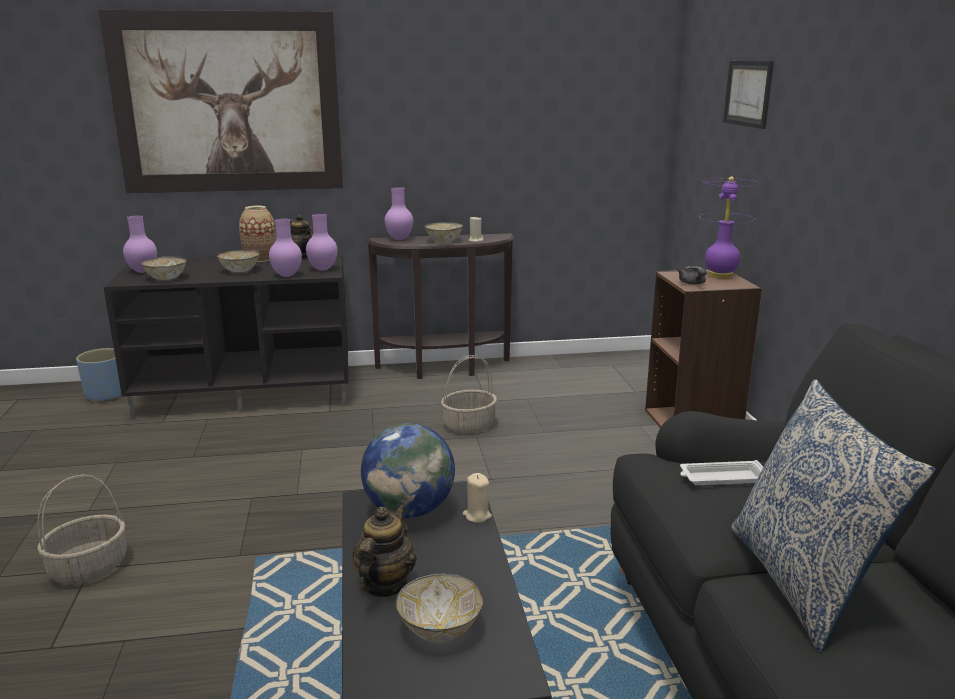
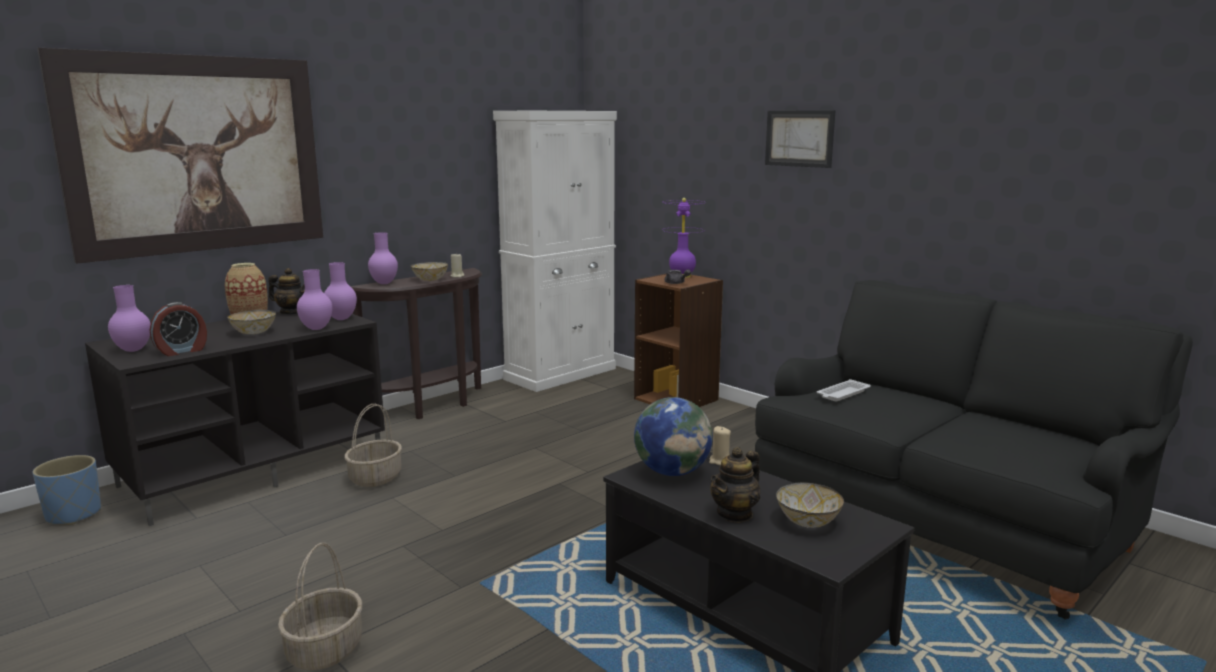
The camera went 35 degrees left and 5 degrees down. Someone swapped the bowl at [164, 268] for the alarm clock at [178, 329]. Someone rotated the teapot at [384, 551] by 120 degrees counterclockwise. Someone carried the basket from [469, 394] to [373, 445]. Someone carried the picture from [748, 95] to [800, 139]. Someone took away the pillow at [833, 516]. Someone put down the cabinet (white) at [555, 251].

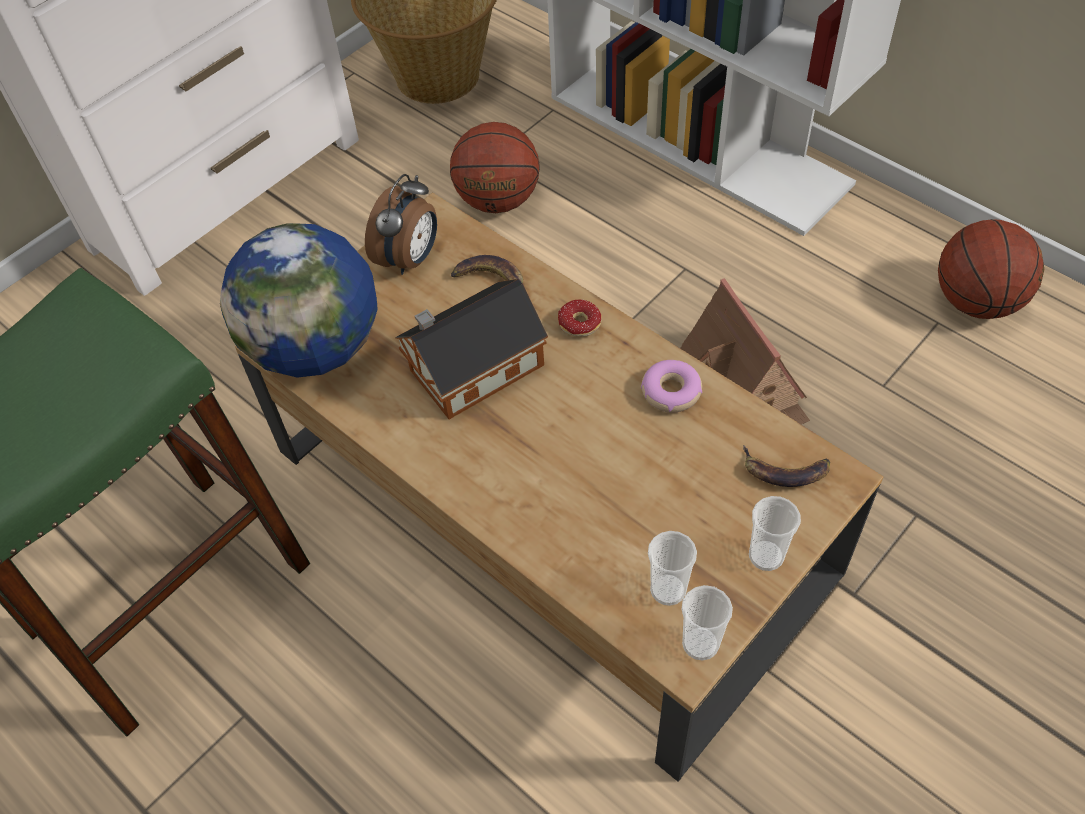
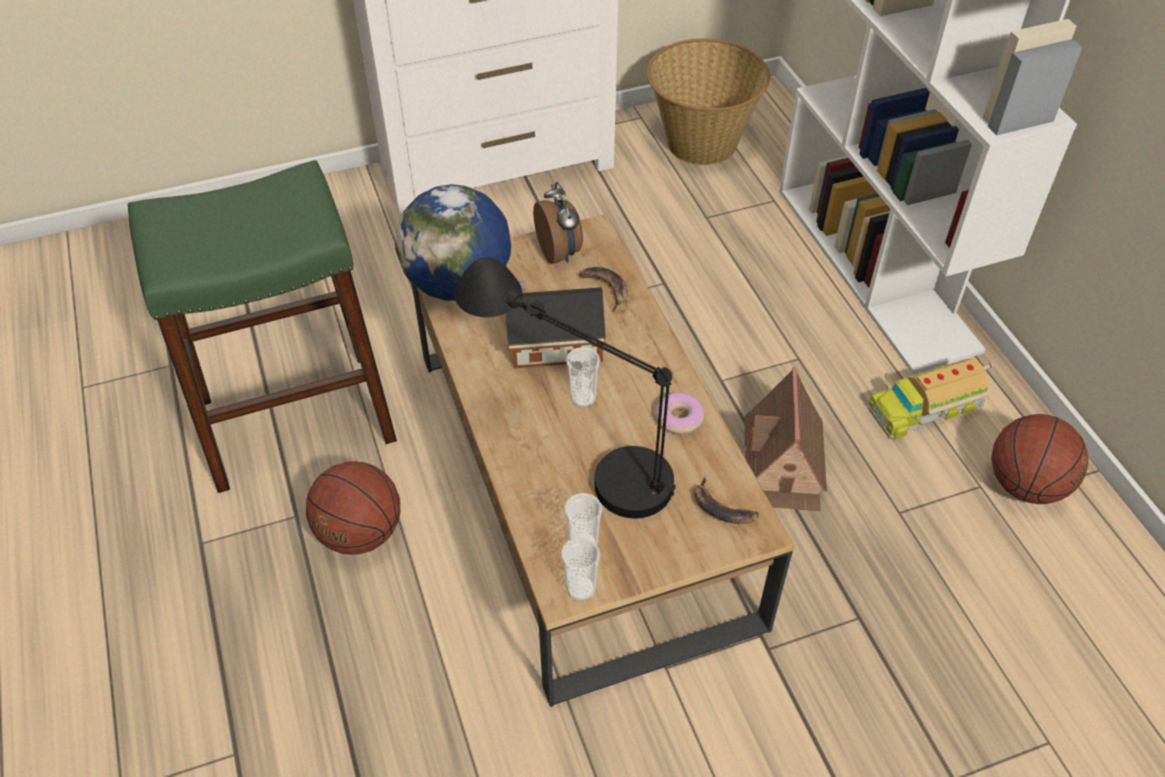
The camera went 25 degrees right and 5 degrees down. Someone rotated the alarm clock at [401, 224] by 75 degrees counterclockwise. Someone carried the basketball from [495, 167] to [353, 508]. Someone took away the donut at [580, 318]. Someone carried the cup from [775, 533] to [583, 377]. Someone put down the table lamp (black) at [565, 387]. Someone put down the toy truck at [931, 399].

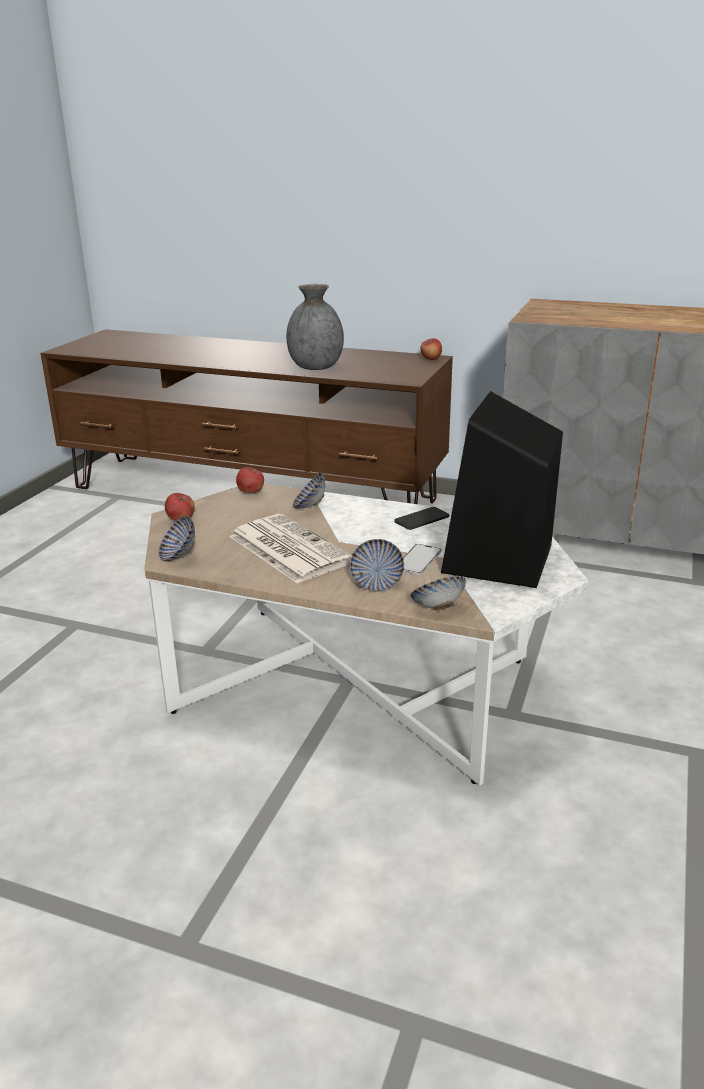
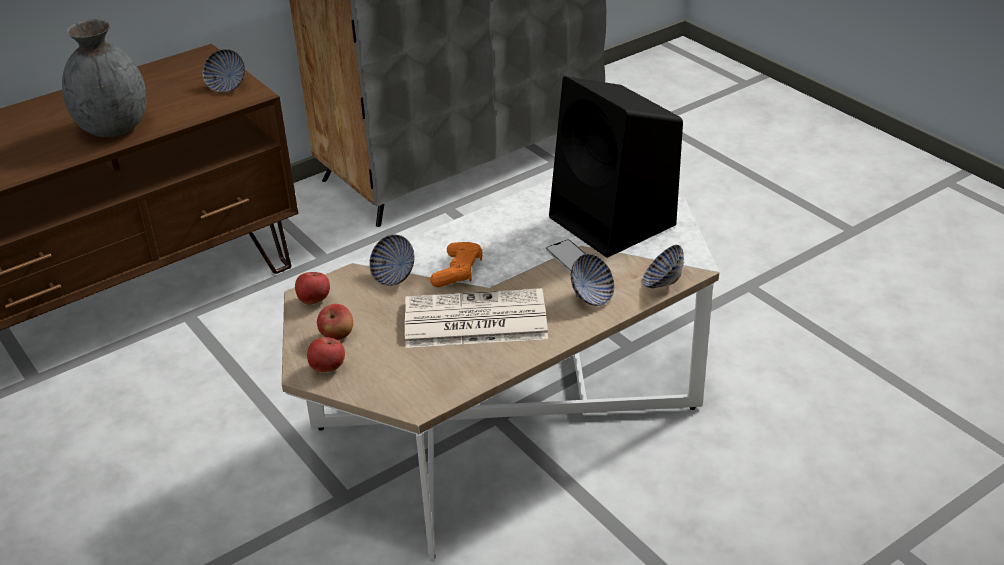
The camera went 55 degrees left and 10 degrees up. Someone carried the bowl from [177, 538] to [223, 71]. Someone took away the phone at [421, 518]. Someone carried the apple from [431, 349] to [335, 322]. Someone put down the game controller (orange) at [456, 264].

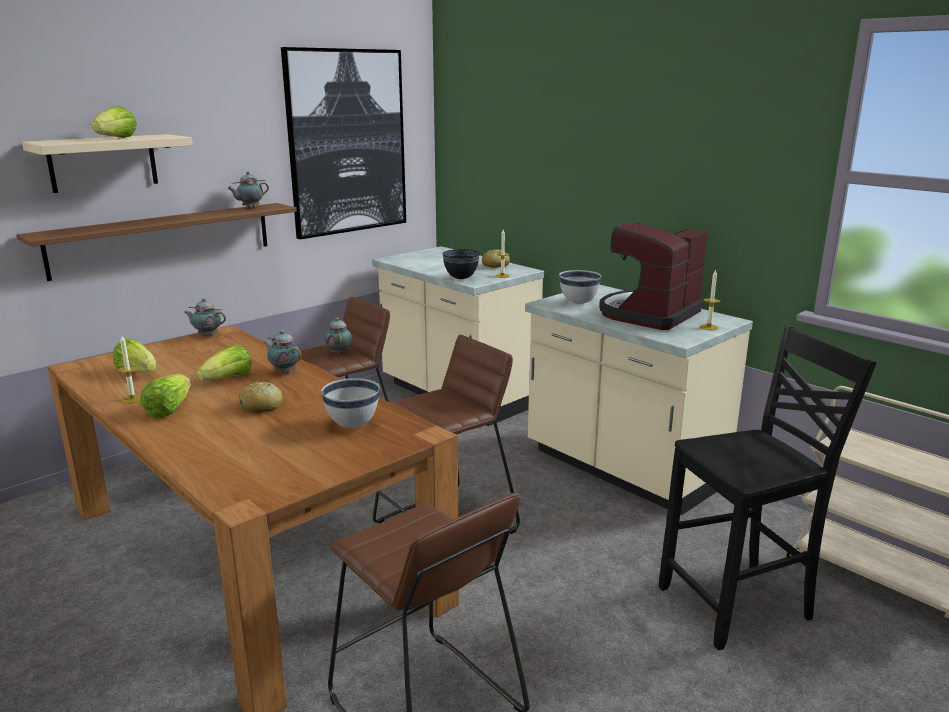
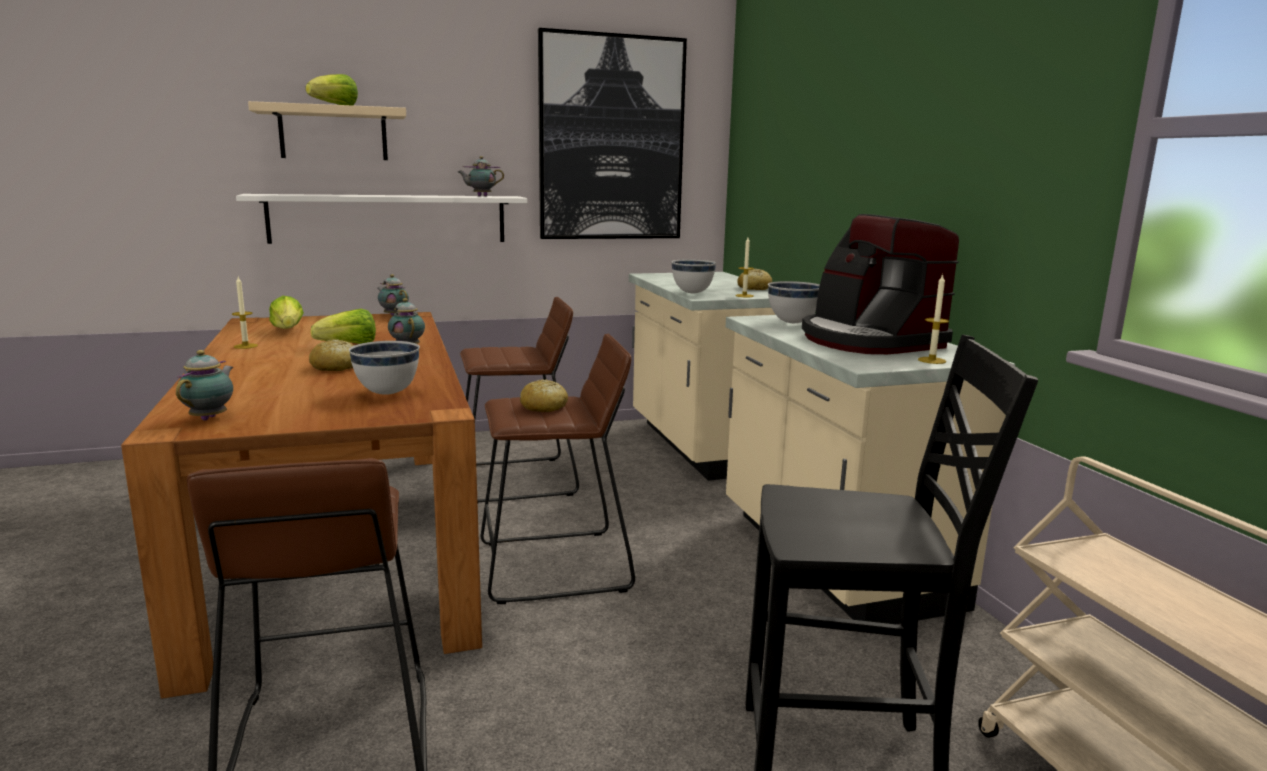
The camera went 25 degrees right and 5 degrees down. Someone repainted the shelf (brown) at [157, 242], which became the shelf (white) at [381, 219]. Someone took away the lettuce at [165, 396]. Someone carried the teapot from [338, 336] to [204, 385]. Someone repainted the bowl (black) at [461, 264], which became the bowl (white) at [693, 276]. Someone rotated the coffee machine at [653, 276] by 90 degrees counterclockwise. Someone put down the bread at [544, 395].

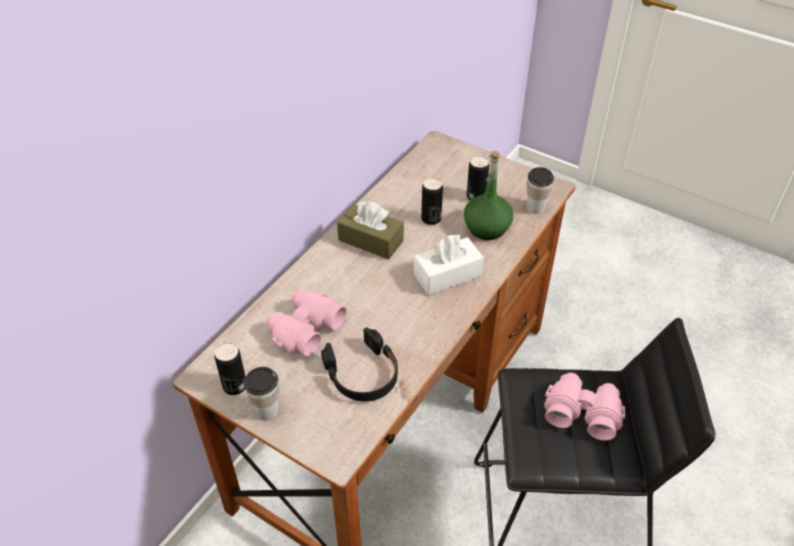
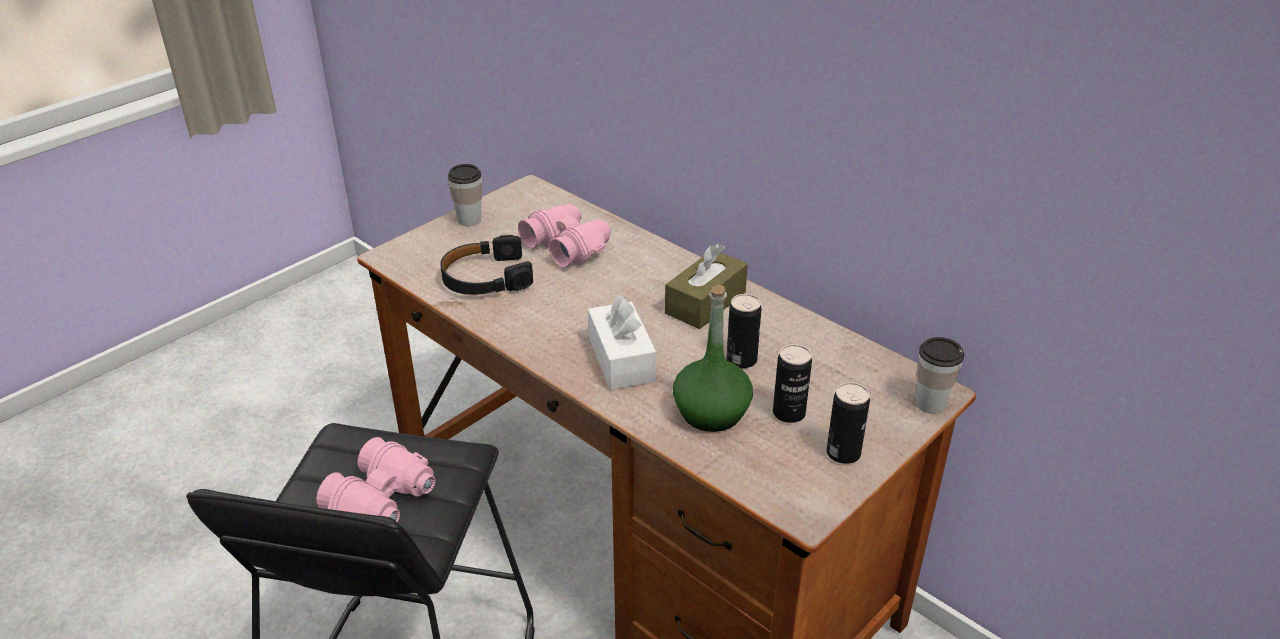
The camera went 100 degrees right and 10 degrees down. Someone carried the can from [230, 368] to [848, 423]. Someone carried the cup from [540, 190] to [939, 375].

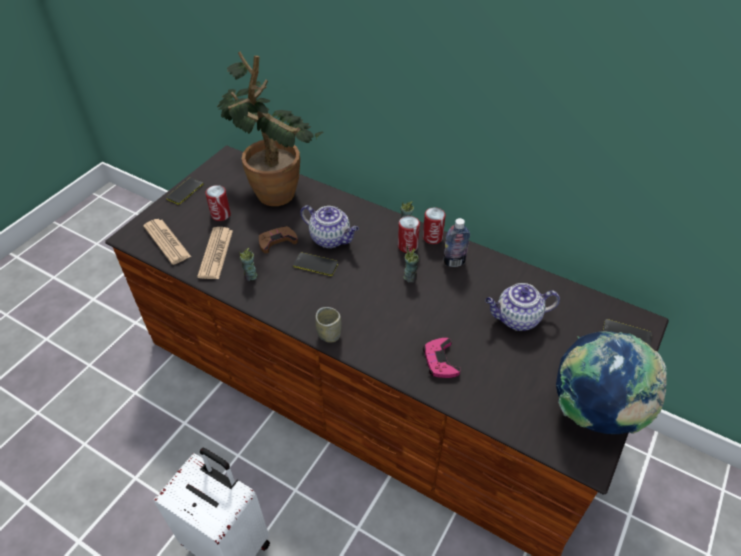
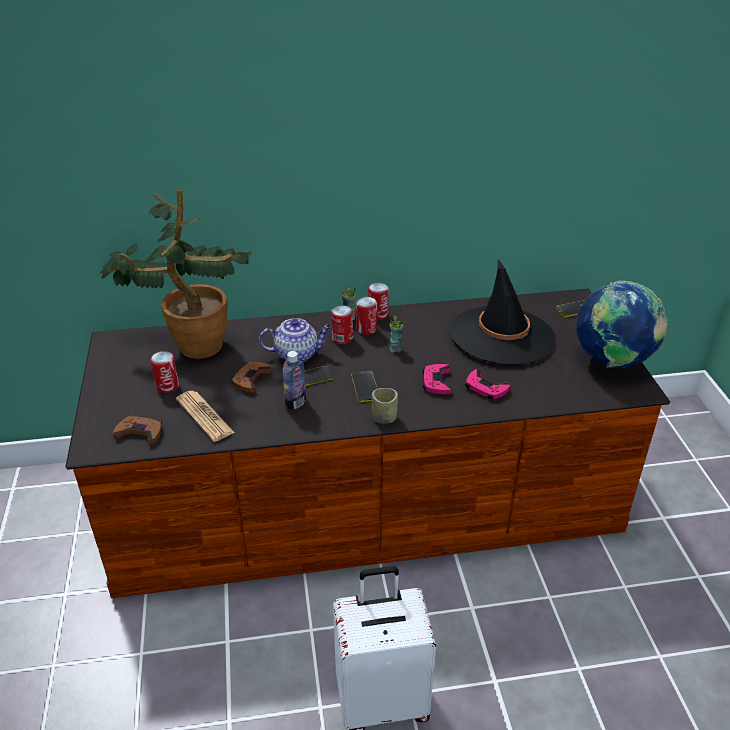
The camera went 40 degrees left and 10 degrees down. Someone swapped the newspaper at [167, 242] for the game controller (brown) at [137, 430]. Someone carried the phone from [184, 191] to [364, 386]. Someone took away the cup at [248, 264]. Someone carried the bottle from [456, 242] to [294, 380]. Someone swapped the teapot at [522, 307] for the hat (black) at [503, 312]. Someone put down the can at [342, 324]. Someone put down the game controller (pink) at [437, 379].

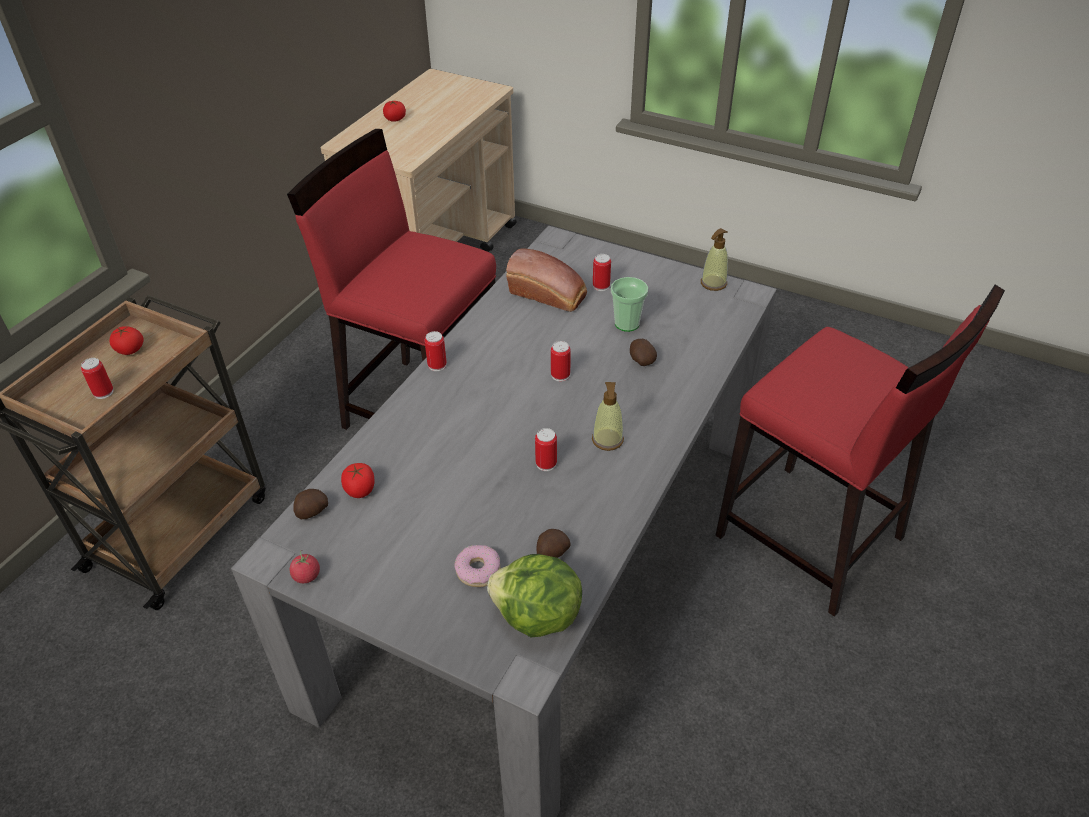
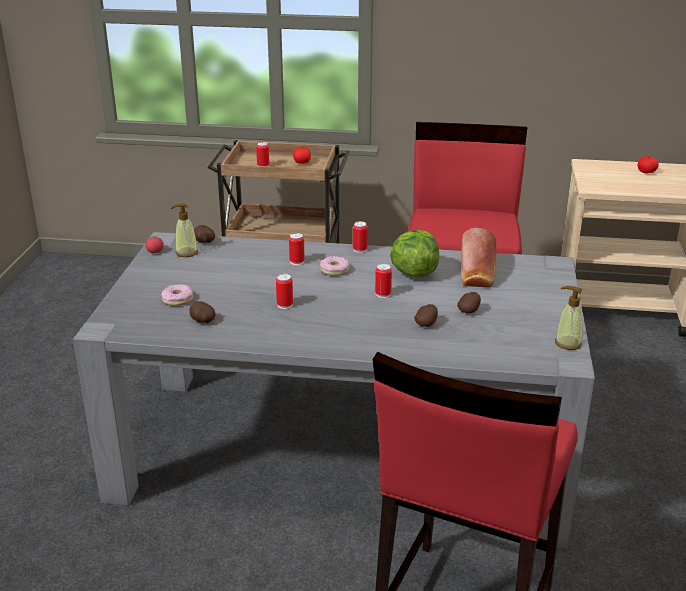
The camera went 70 degrees right and 15 degrees down. Someone took away the tomato at [357, 480]. Someone carried the lettuce from [534, 595] to [414, 253]. Someone carried the soap dispenser from [608, 416] to [184, 230]. Someone carried the can from [602, 272] to [297, 249]. Someone swapped the cup at [629, 304] for the potato at [469, 303]. Someone put down the donut at [335, 266].

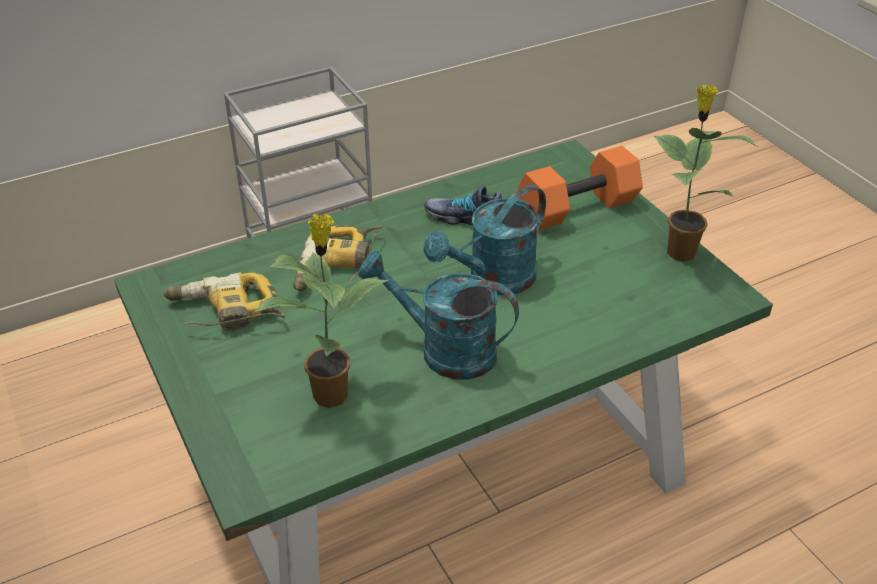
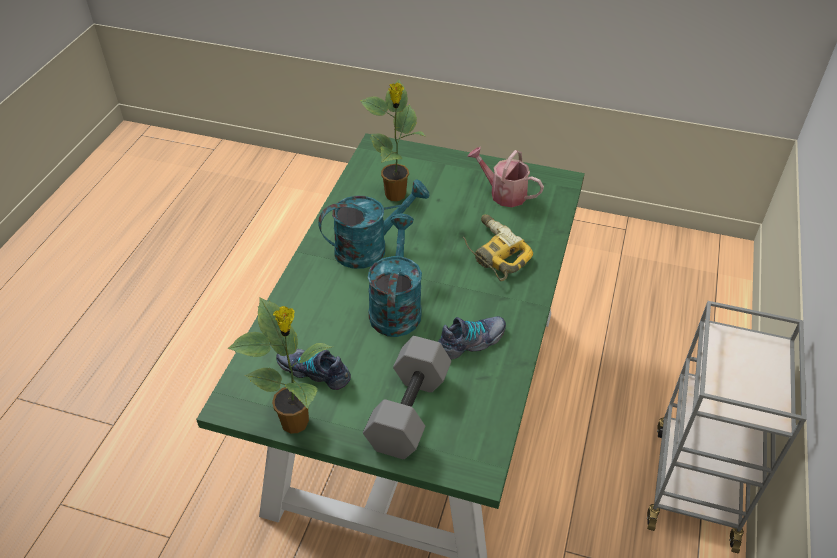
The camera went 135 degrees right and 5 degrees up. Someone swapped the power drill at [224, 301] for the watering can at [505, 177]. Someone repainted the dumbbell (orange) at [580, 188], which became the dumbbell (grey) at [407, 397]. Someone put down the shoe at [313, 369].

